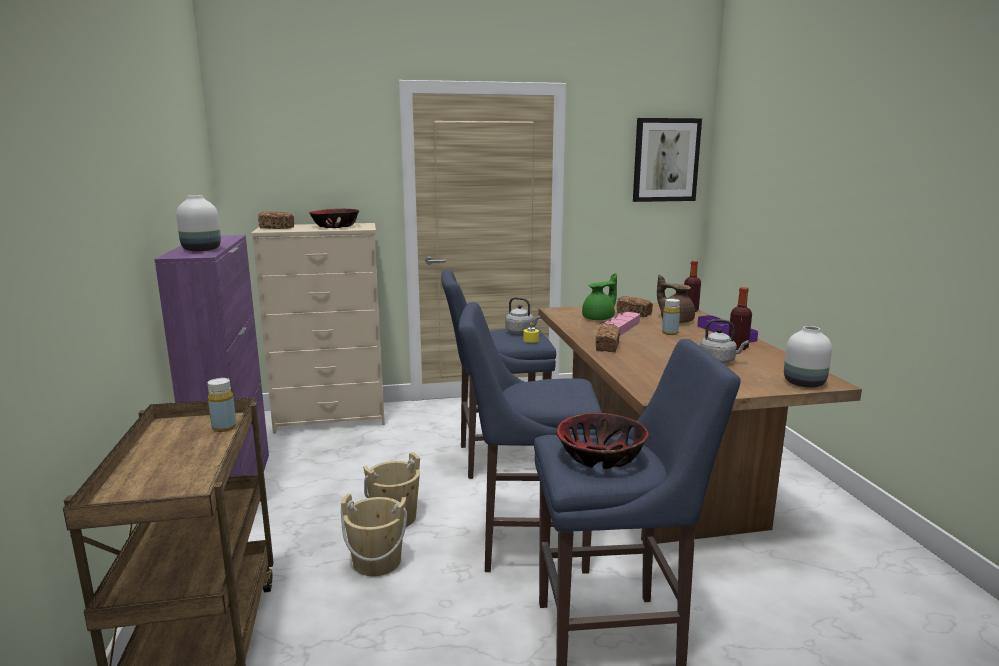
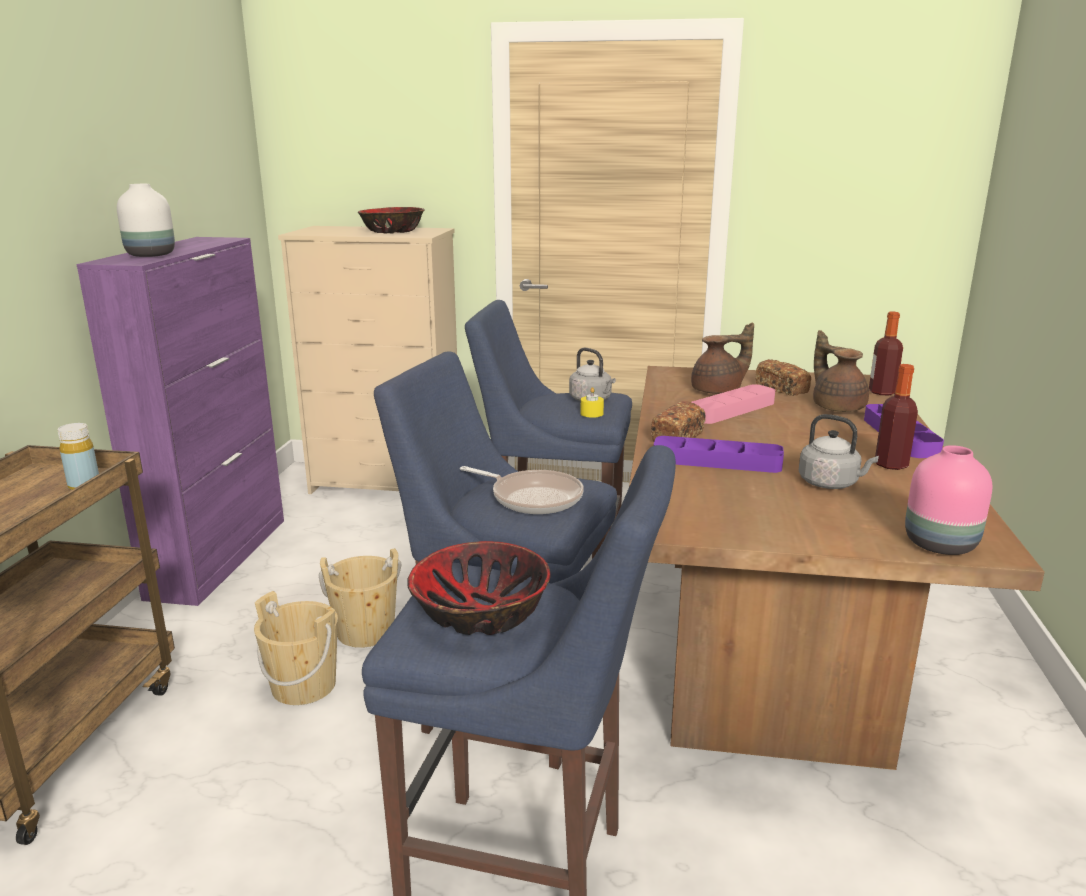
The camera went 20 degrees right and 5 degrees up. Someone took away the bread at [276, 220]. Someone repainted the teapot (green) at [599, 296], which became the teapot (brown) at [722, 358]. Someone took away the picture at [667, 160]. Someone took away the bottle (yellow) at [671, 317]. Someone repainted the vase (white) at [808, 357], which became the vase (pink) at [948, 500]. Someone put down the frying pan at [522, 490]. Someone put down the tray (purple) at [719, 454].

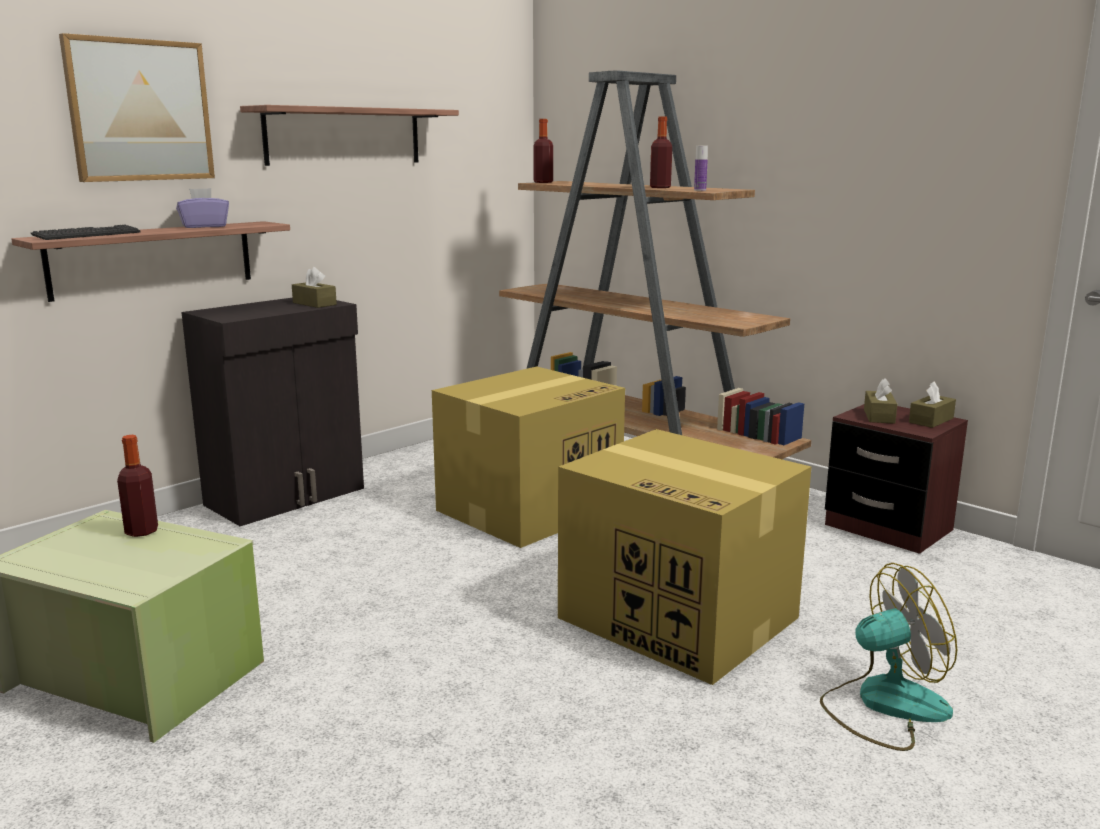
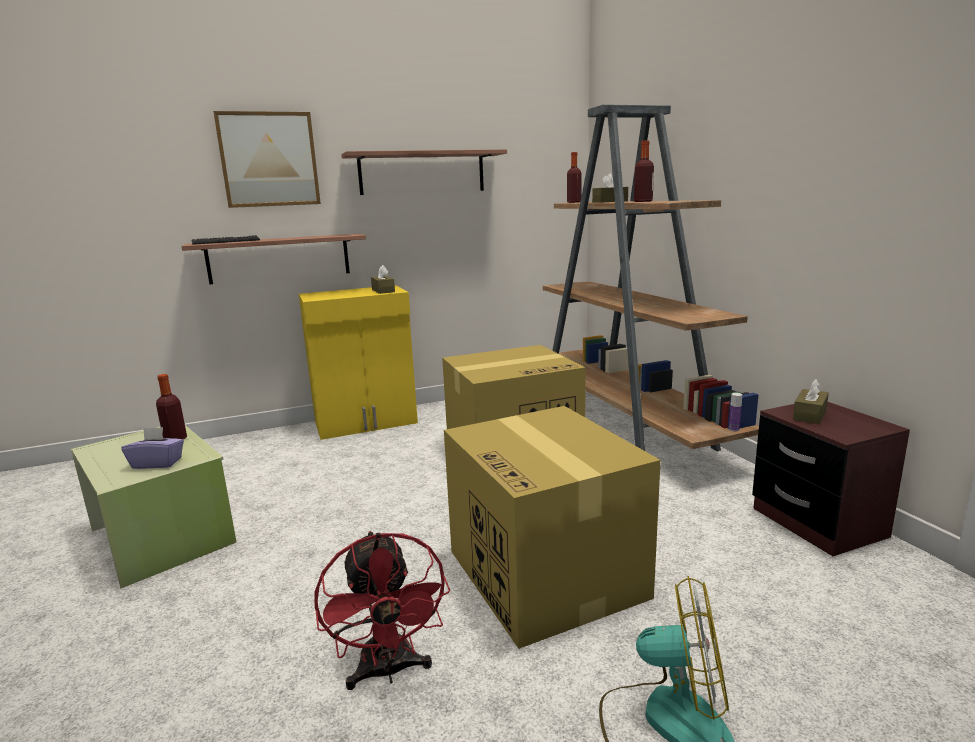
The camera went 25 degrees right and 0 degrees up. Someone carried the tissue box (purple) from [202, 208] to [152, 448]. Someone repainted the cabinet (black) at [272, 412], which became the cabinet (yellow) at [358, 362]. Someone carried the bottle from [701, 168] to [735, 412]. Someone carried the tissue box (brown) from [932, 404] to [610, 188]. Someone put down the fan (red) at [382, 610].

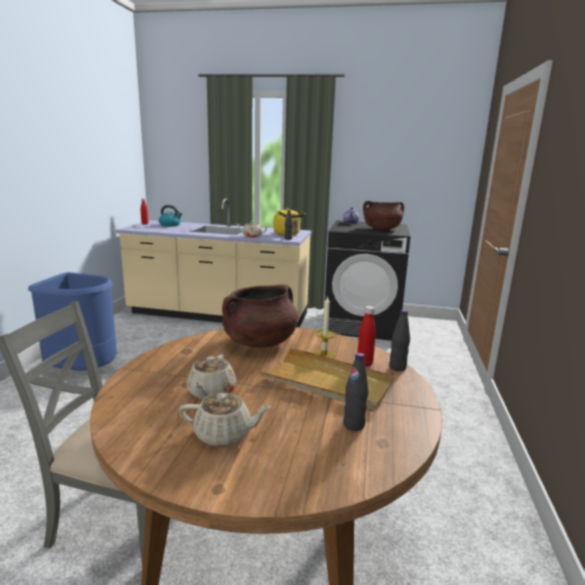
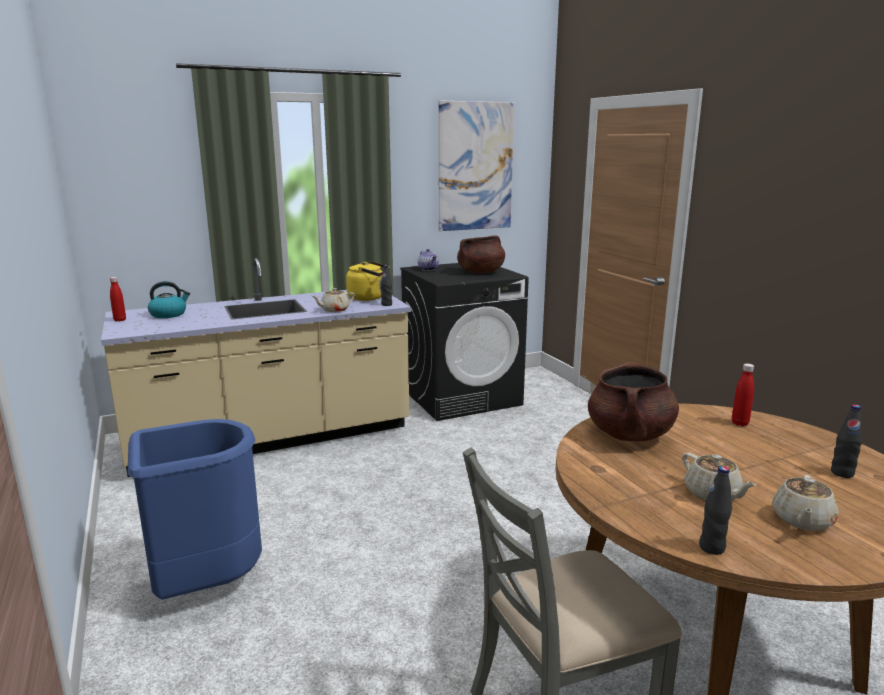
The camera went 35 degrees left and 0 degrees up. Someone rotated the teapot (beige) at [225, 420] by 150 degrees clockwise. Someone took away the tray (beige) at [326, 379]. Someone took away the candle at [324, 327]. Someone carried the bottle (black) from [399, 340] to [715, 510]. Someone put up the picture at [476, 165].

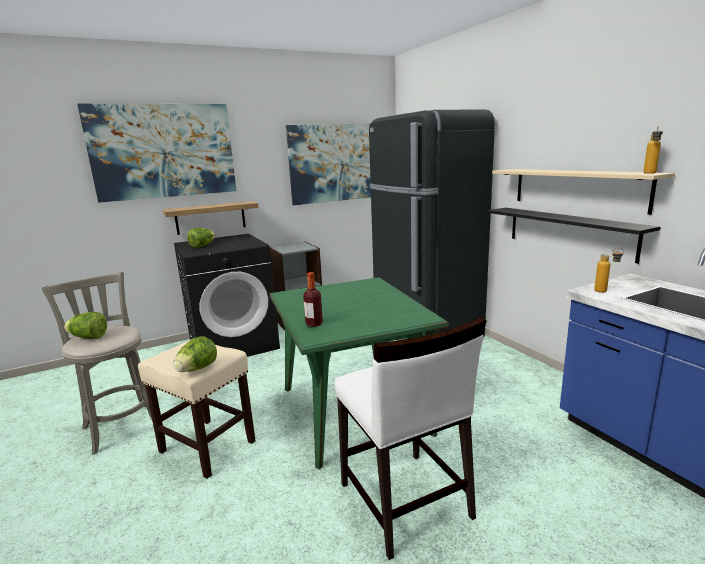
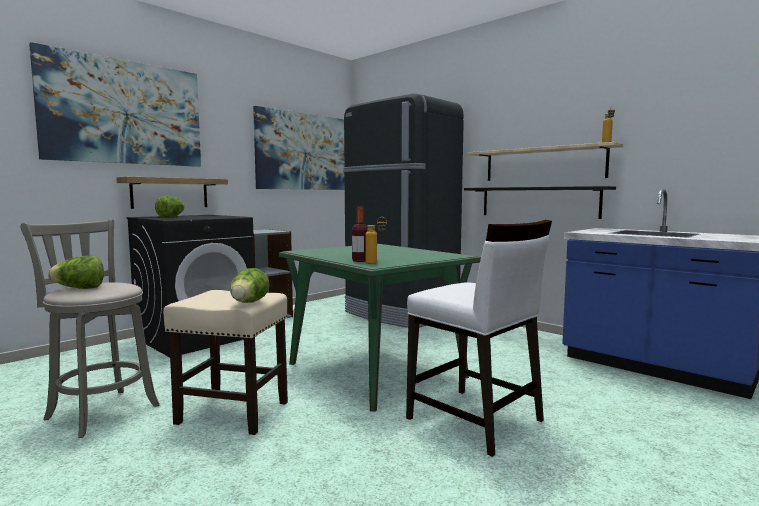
The camera went 20 degrees left and 10 degrees down. Someone carried the bottle from [609, 270] to [376, 240].

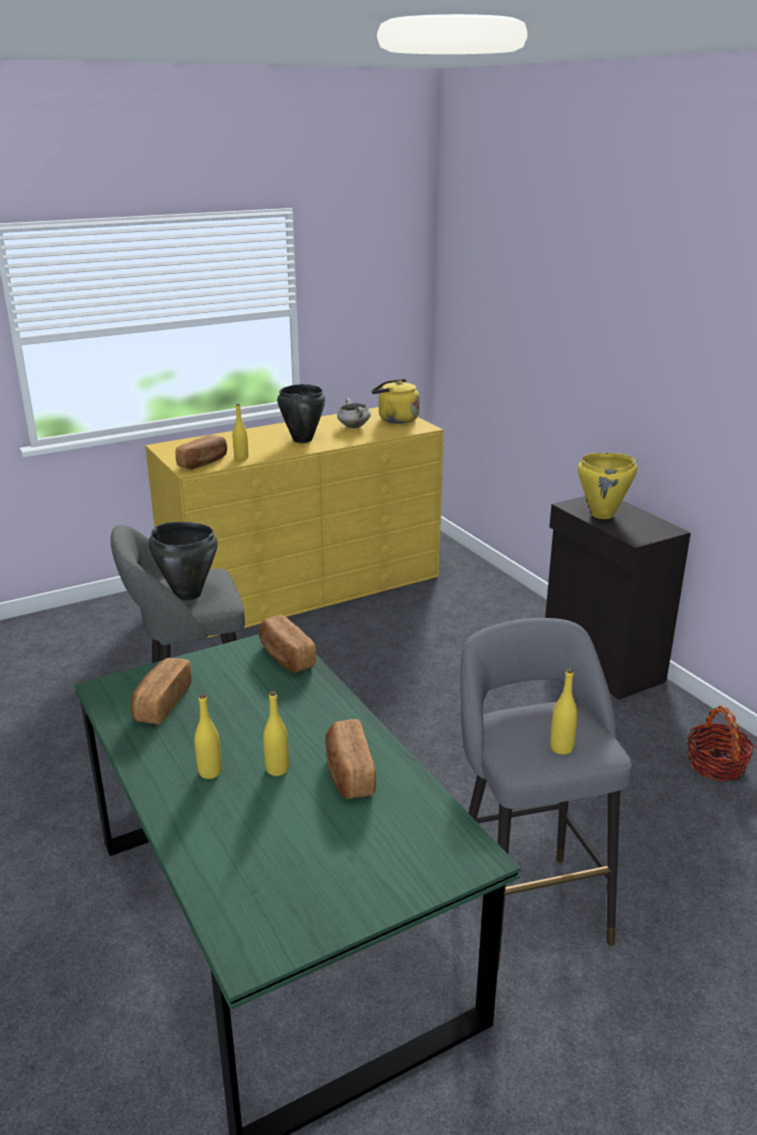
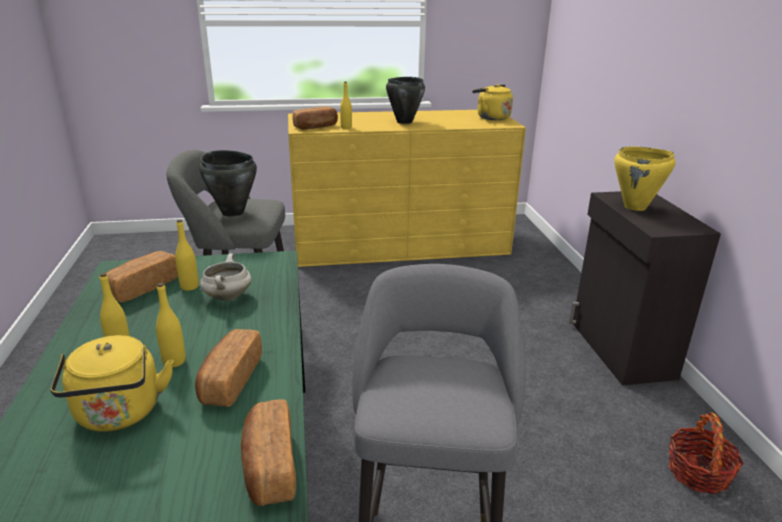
The camera went 20 degrees right and 0 degrees up. Someone carried the bread from [287, 643] to [268, 453]. Someone carried the cooking pot (white) from [354, 413] to [226, 277]. Someone carried the bottle (yellow) from [564, 711] to [187, 255]. Someone put down the kettle (yellow) at [111, 383].

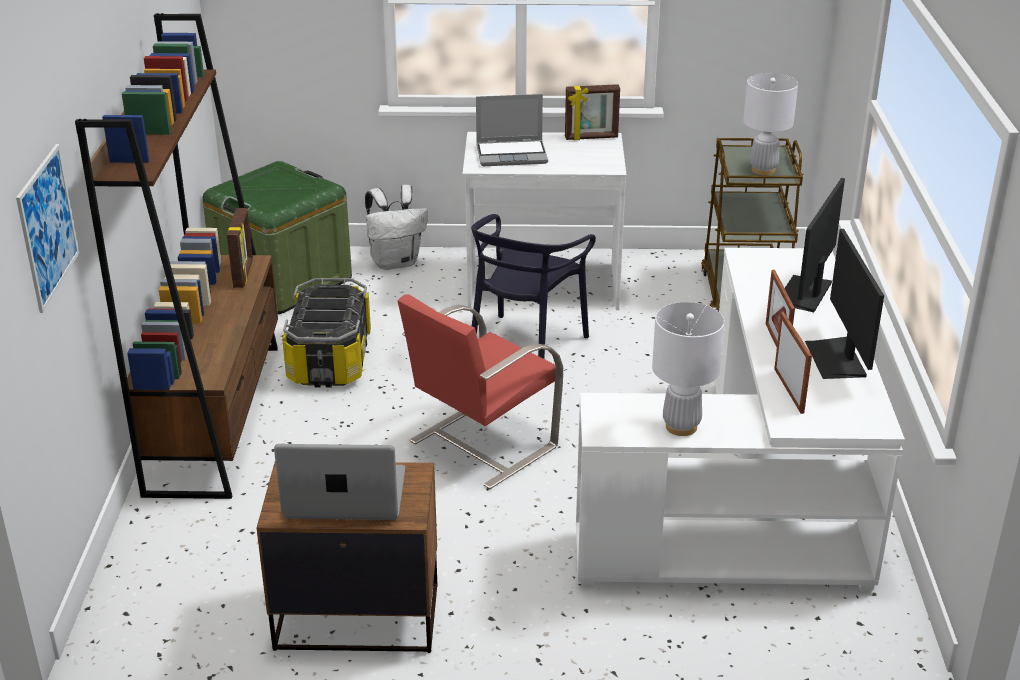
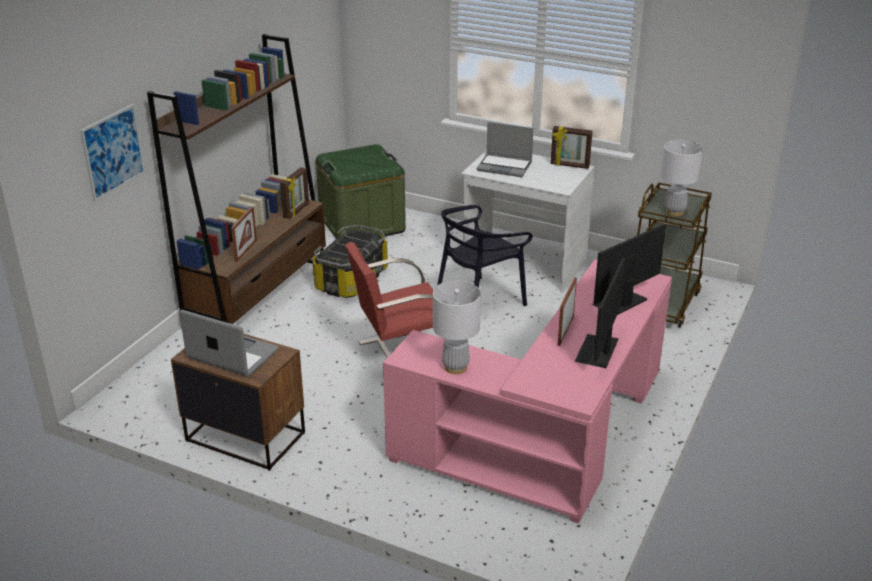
The camera went 25 degrees right and 0 degrees up. Someone took away the backpack (white) at [396, 227]. Someone repainted the desk (white) at [740, 419], which became the desk (pink) at [527, 391]. Someone carried the picture frame from [793, 363] to [244, 234].

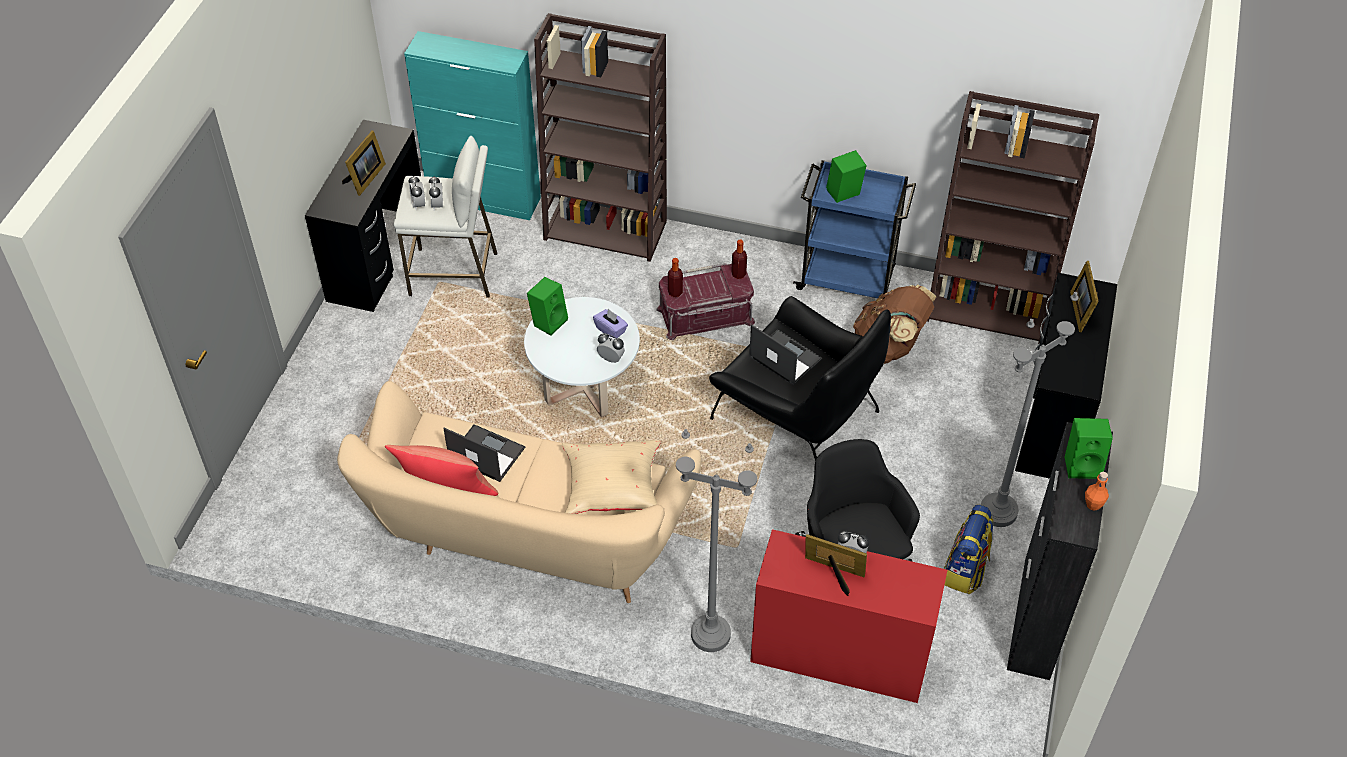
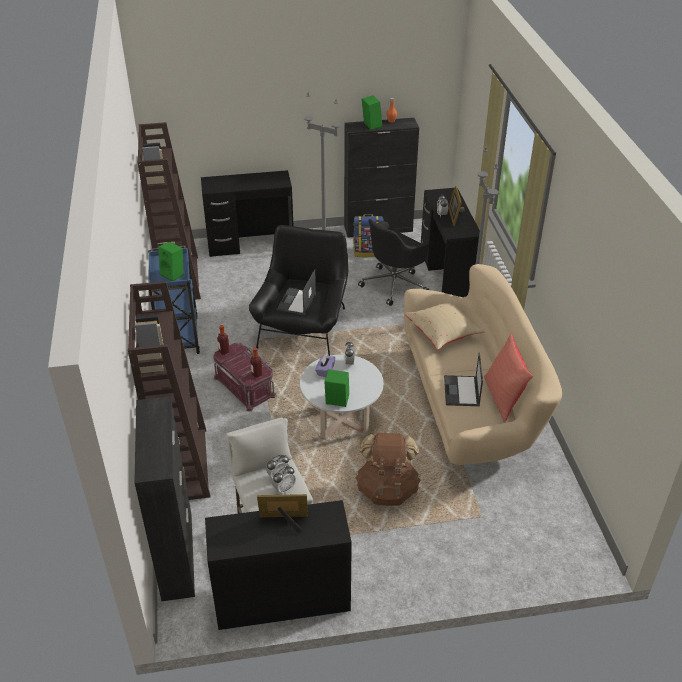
The camera went 115 degrees left and 10 degrees down. Someone repainted the cabinet (turquoise) at [472, 125], which became the cabinet (black) at [164, 498]. Someone repainted the desk (red) at [848, 616], which became the desk (black) at [450, 242]. Someone carried the backpack (brown) from [895, 324] to [388, 469]. Someone took away the picture frame at [1084, 296].

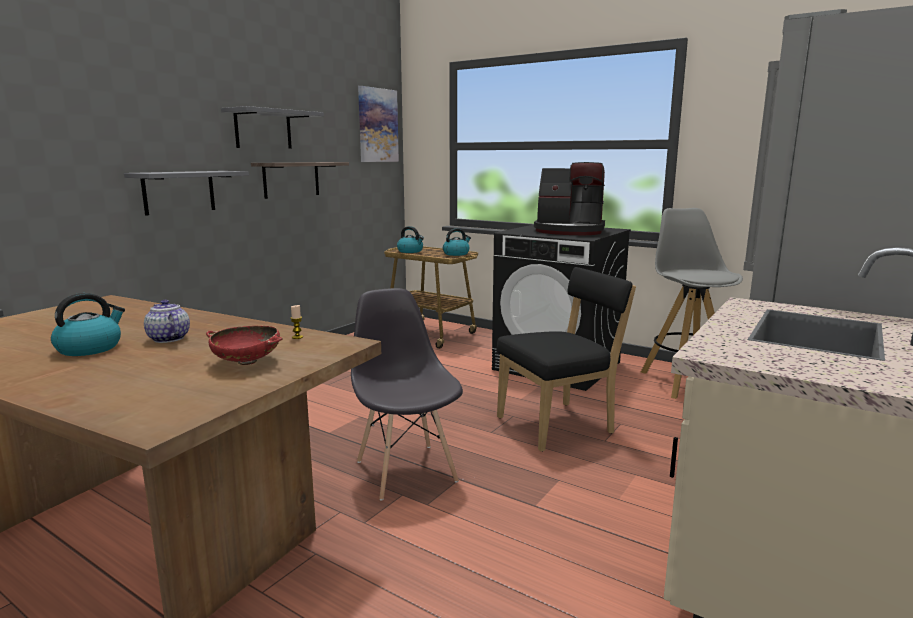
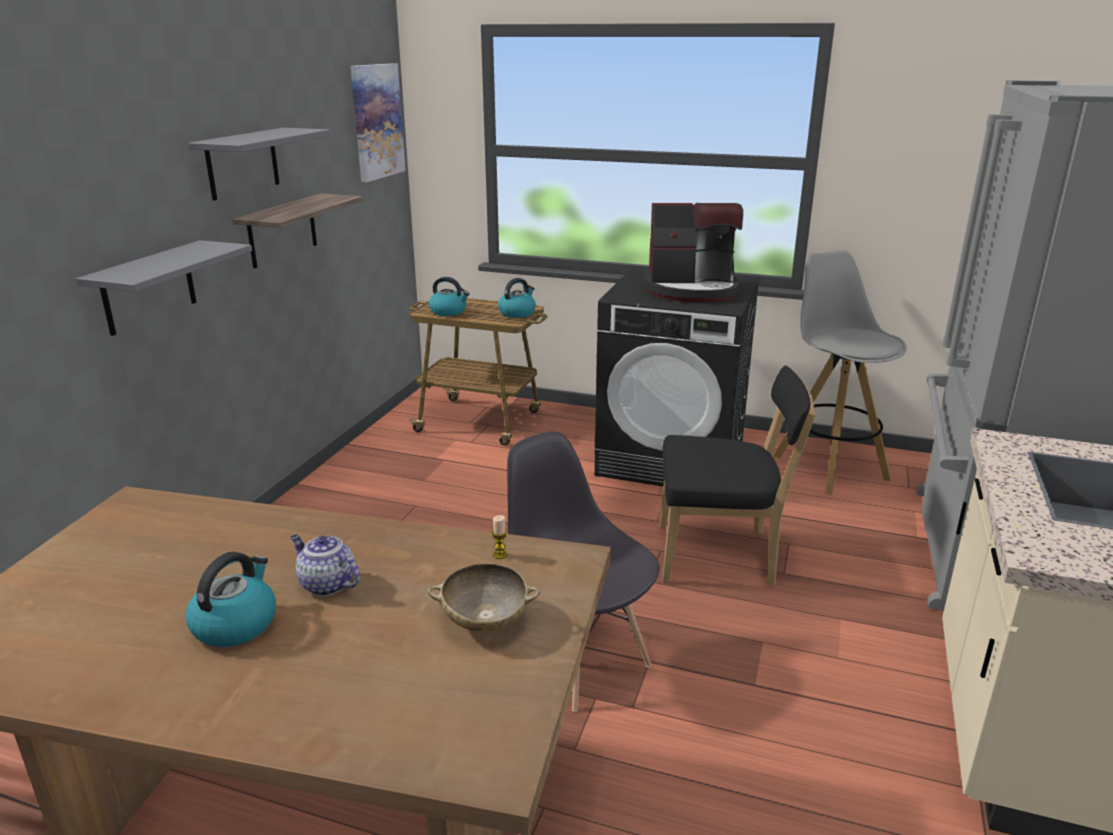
The camera went 15 degrees left and 10 degrees up. Someone repainted the bowl (red) at [244, 345], which became the bowl (beige) at [484, 597]. Someone rotated the chair (black) at [566, 359] by 45 degrees clockwise.

